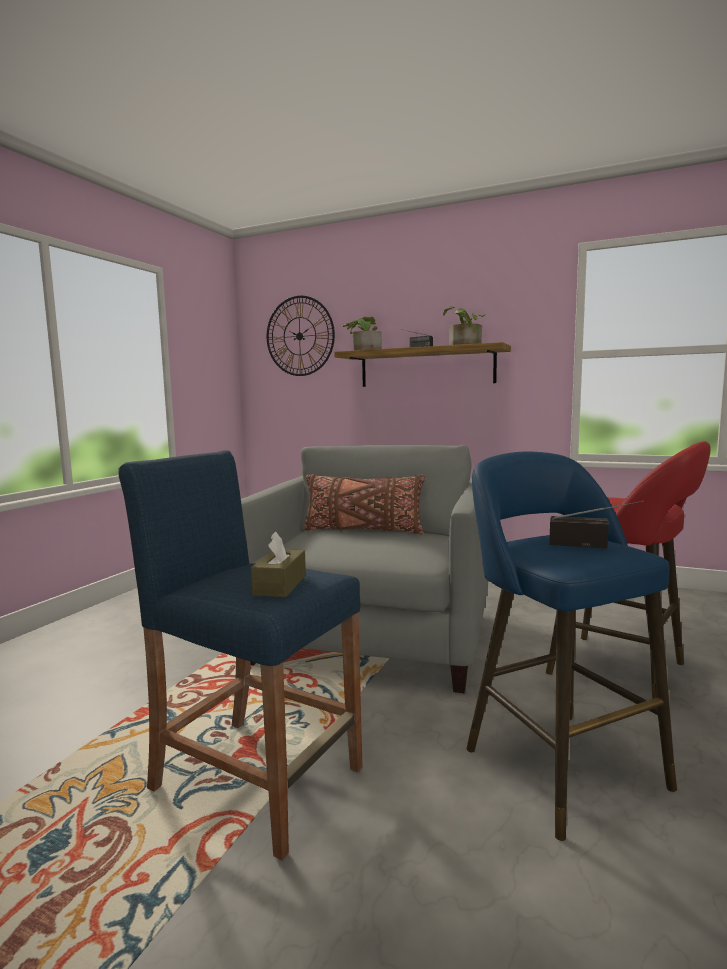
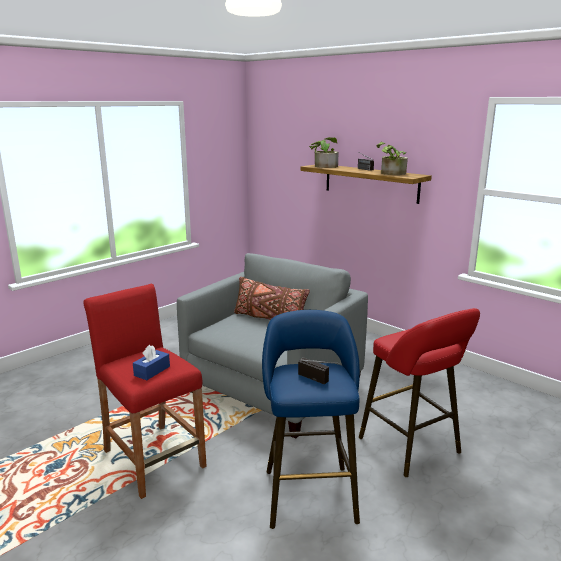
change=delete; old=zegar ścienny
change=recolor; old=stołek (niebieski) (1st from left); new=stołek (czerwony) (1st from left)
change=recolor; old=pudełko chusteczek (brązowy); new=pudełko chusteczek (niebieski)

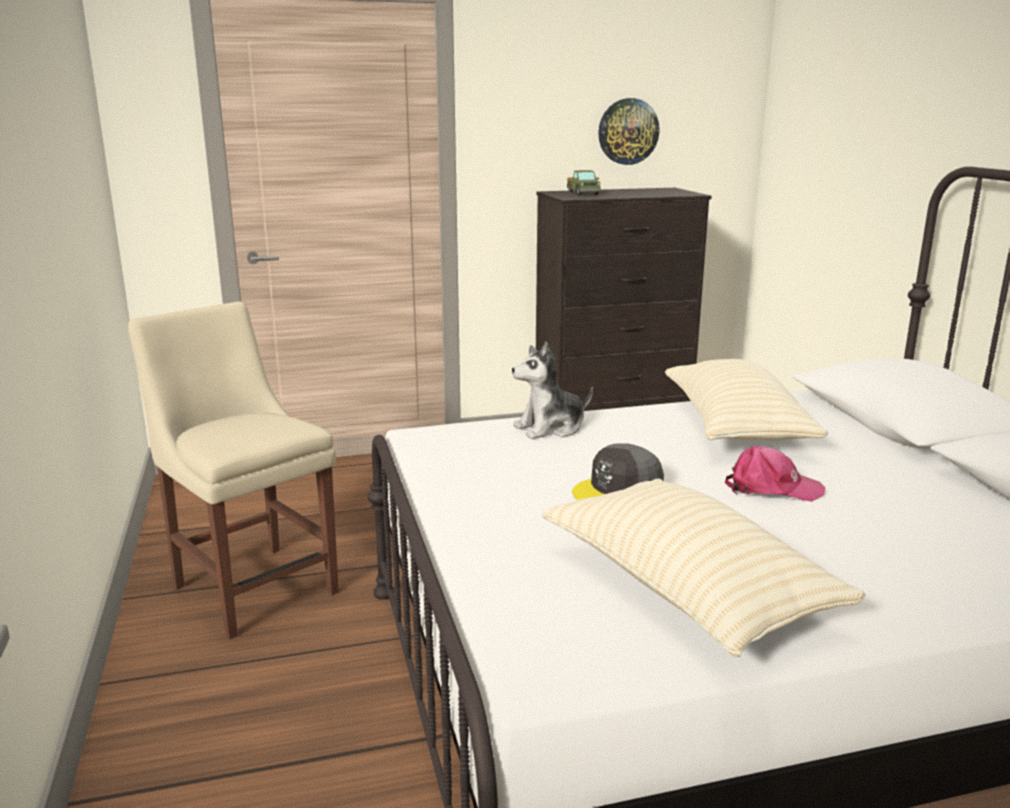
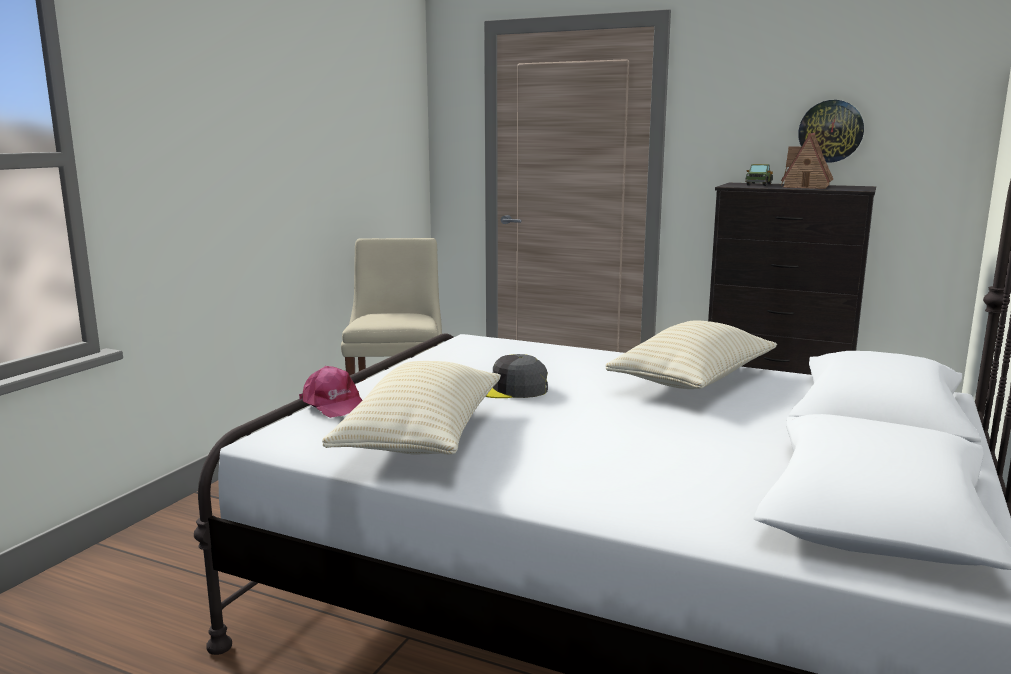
change=delete; old=pluszak
change=move; old=czapka z daszkiem (różowy)
change=insert; new=domek

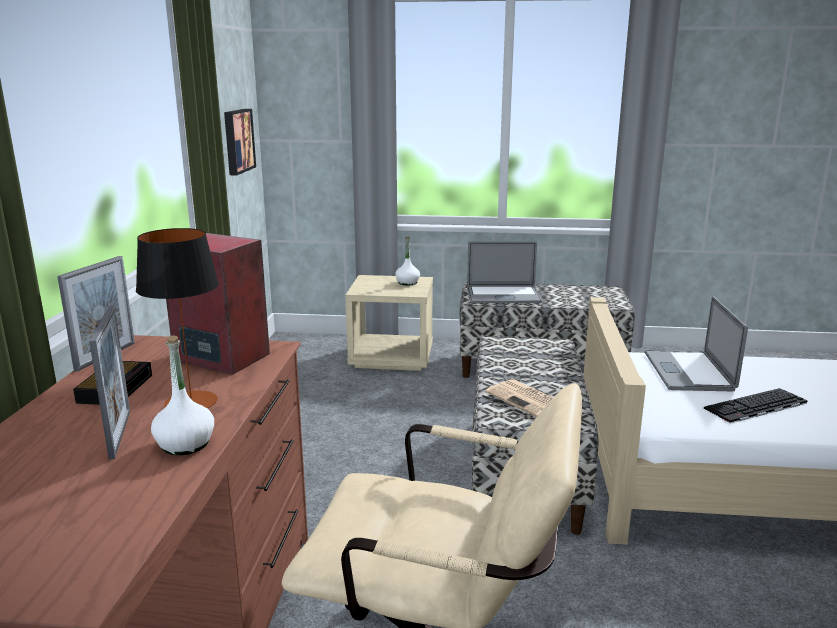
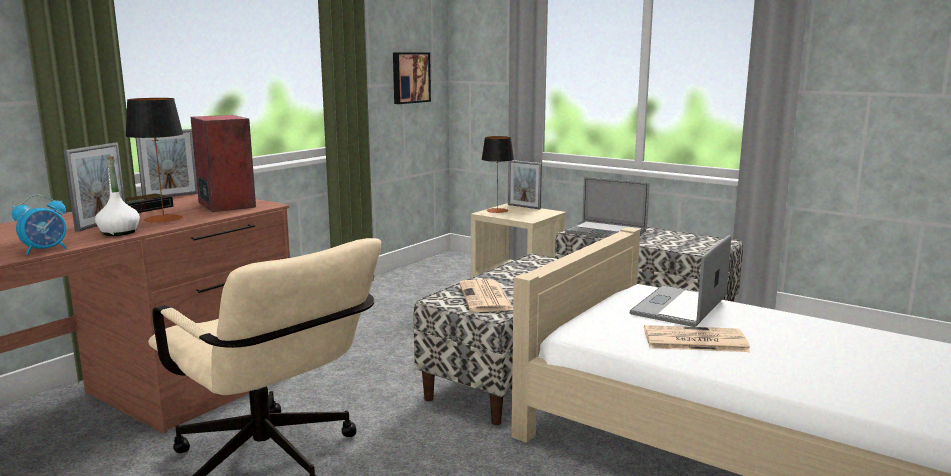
change=delete; old=butelka (biały) (2nd from left)
change=replace; old=klawiatura; new=gazeta (2nd from left)
change=insert; new=lampa stołowa (2nd from left)
change=insert; new=ramka na zdjęcie (3rd from left)
change=insert; new=budzik (1st from left)

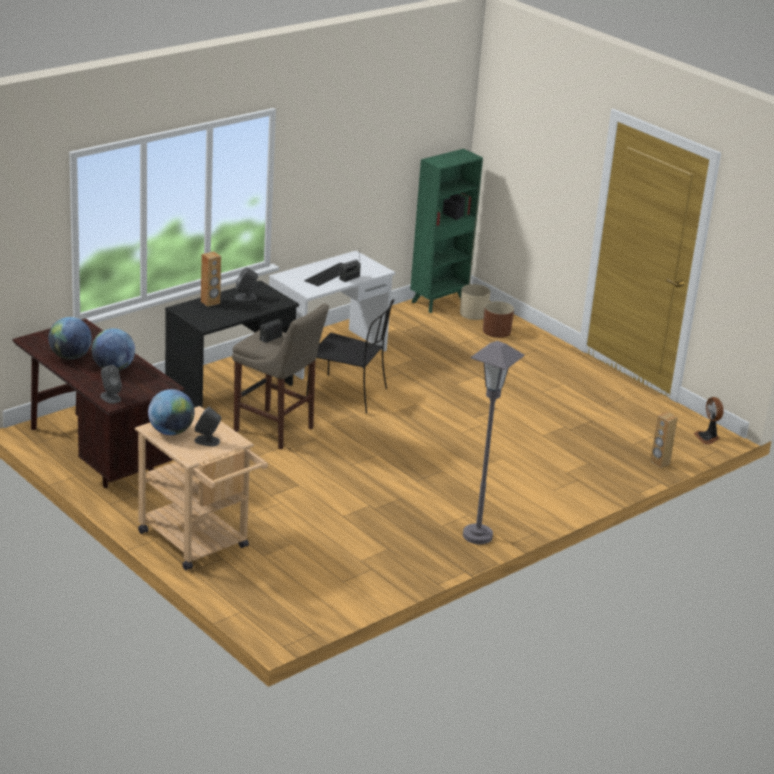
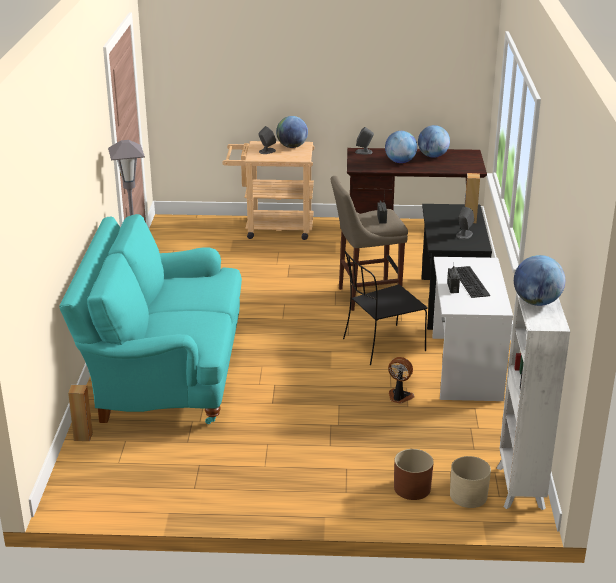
change=recolor; old=regał (zielony); new=regał (biały)
change=move; old=wentylator
change=insert; new=kanapa (turkusowy)
change=insert; new=globus (4th from left)

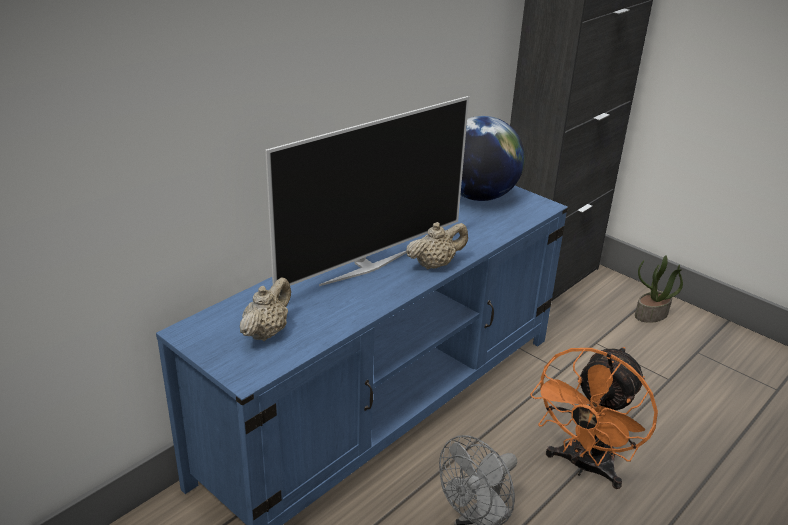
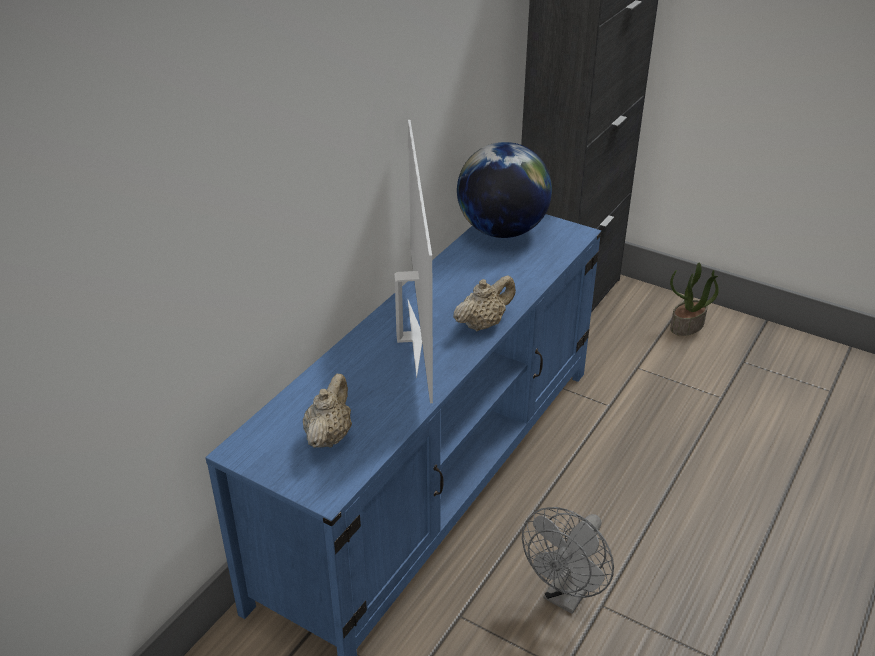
change=rotate; old=telewizor; degrees=-45
change=delete; old=wentylator (pomarańczowy)

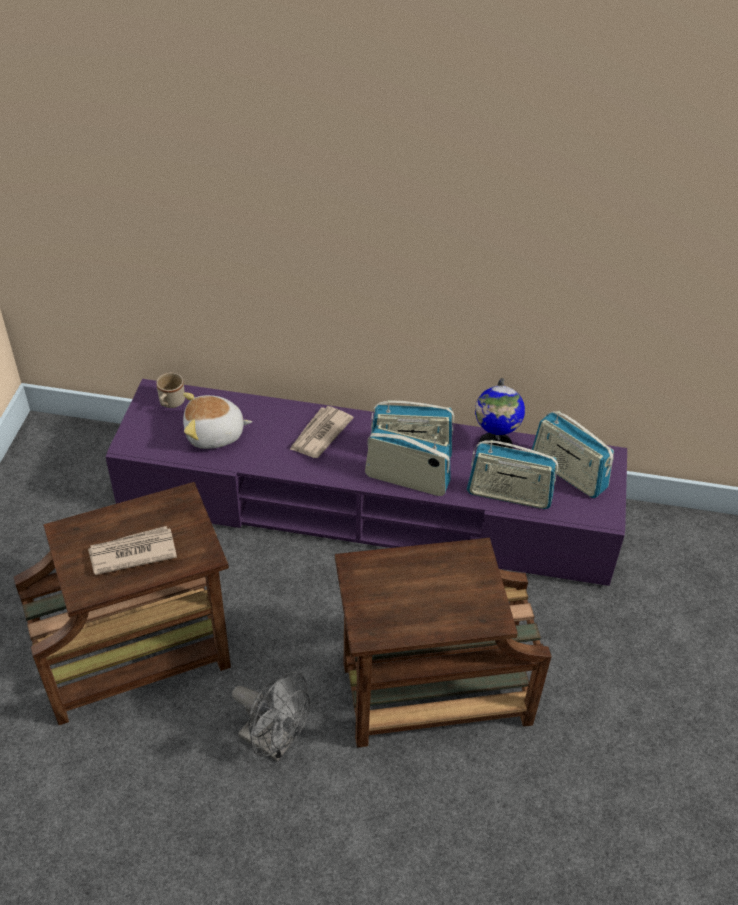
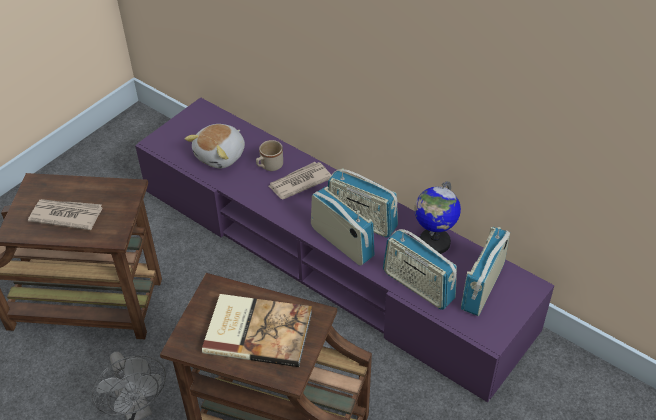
change=move; old=kubek (beżowy)
change=rotate; old=pluszak; degrees=-75
change=rotate; old=radio (4th from left); degrees=45
change=insert; new=książka

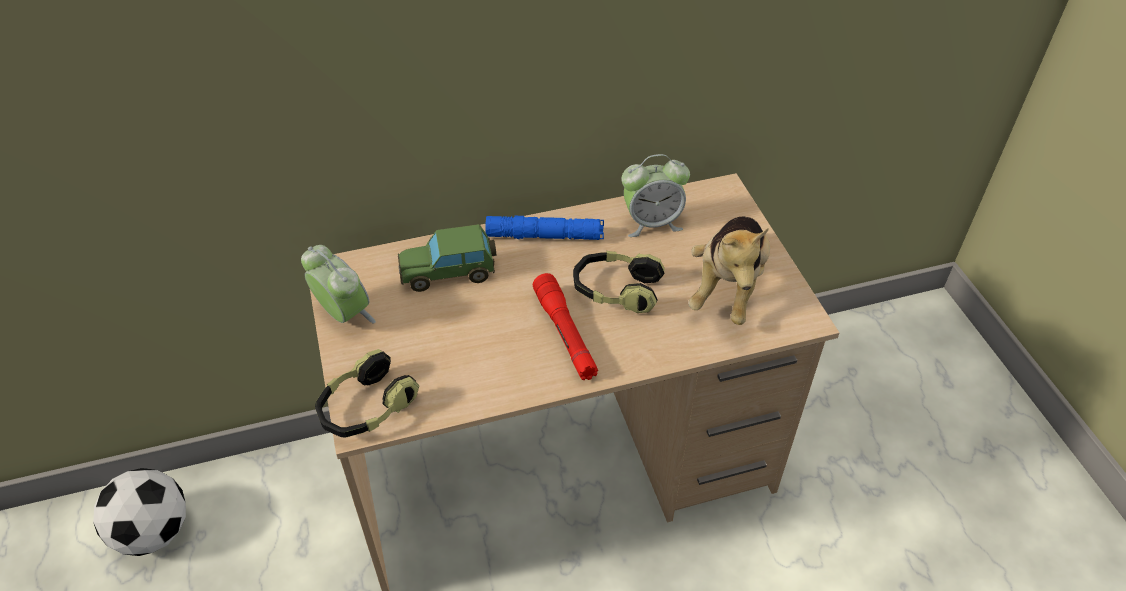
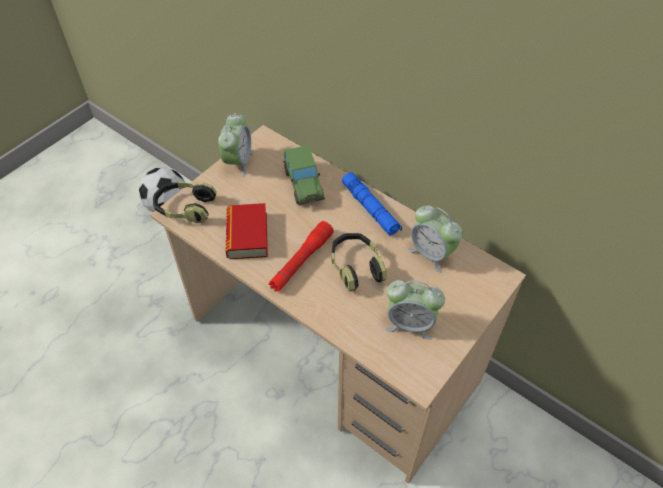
change=replace; old=pluszak; new=budzik (2nd from left)
change=rotate; old=samochodzik; degrees=-150
change=insert; new=książka

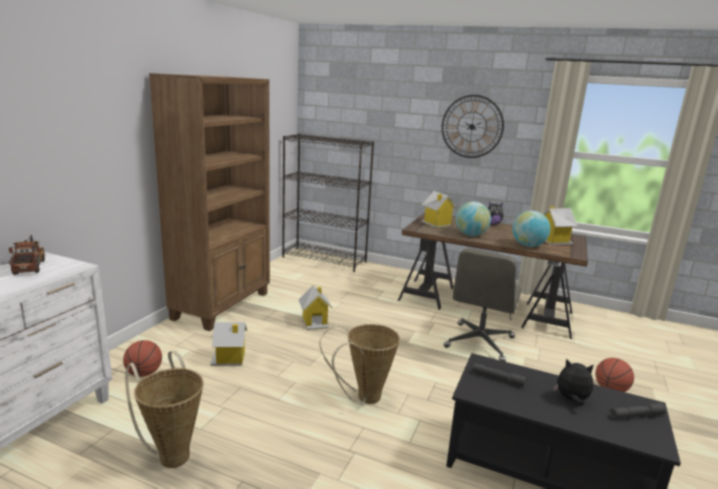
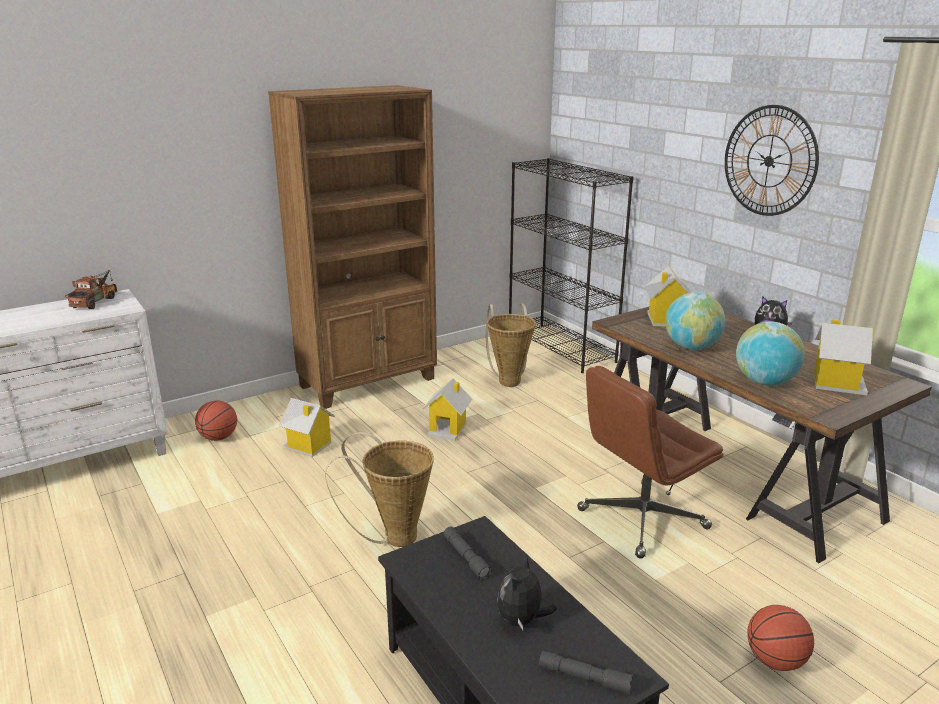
change=recolor; old=krzesło biurowe (szary); new=krzesło biurowe (brązowy)
change=move; old=koszyk (1st from left in the first image); new=koszyk (2nd from left)
change=rotate; old=pluszak (2nd from left in the first image); degrees=-120

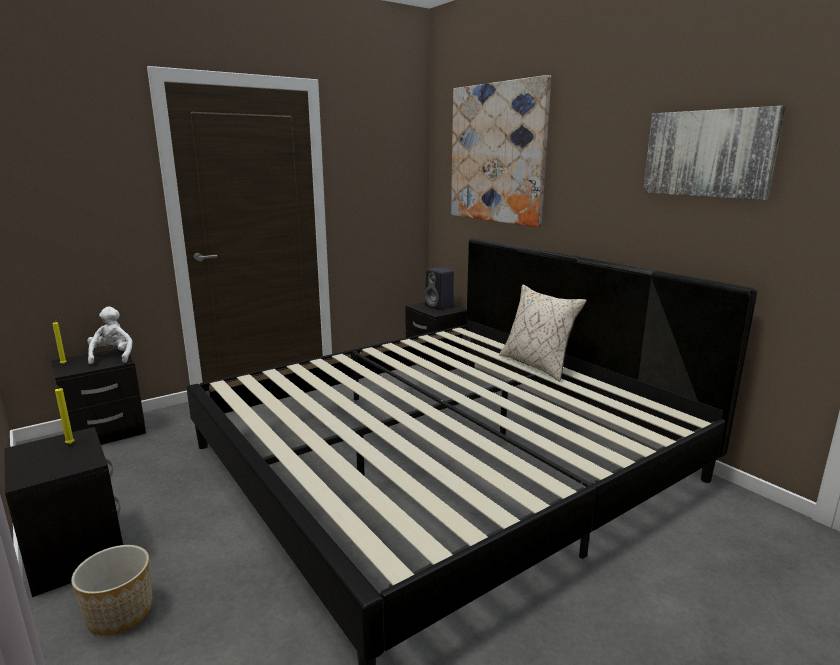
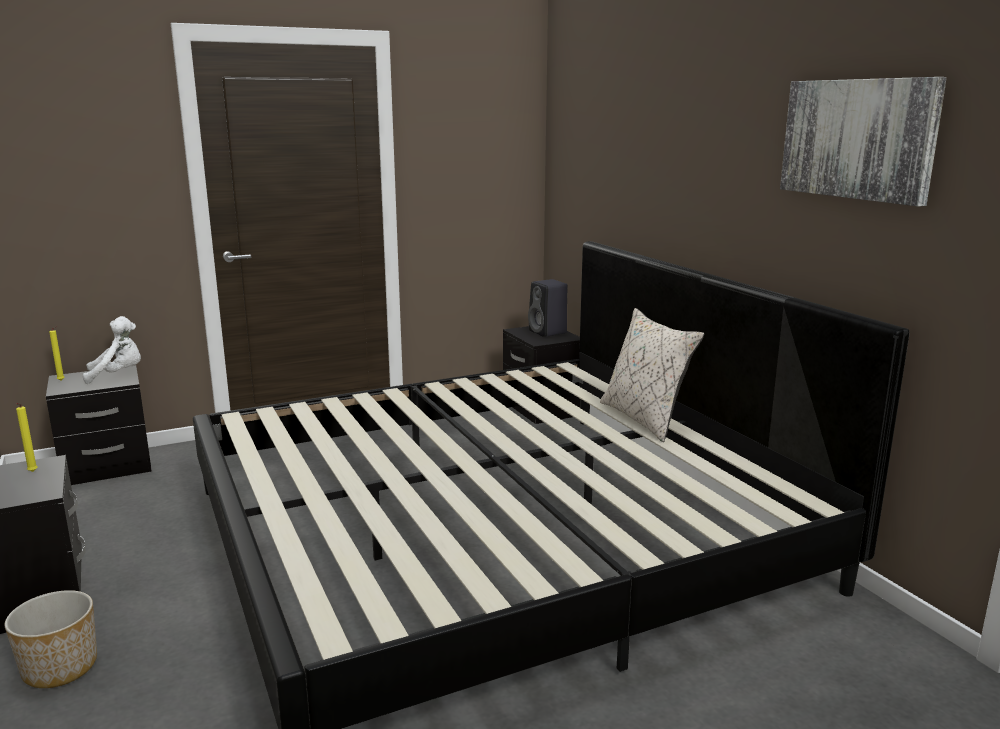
change=delete; old=obraz (1st from left)
change=rotate; old=pluszak (biały); degrees=75

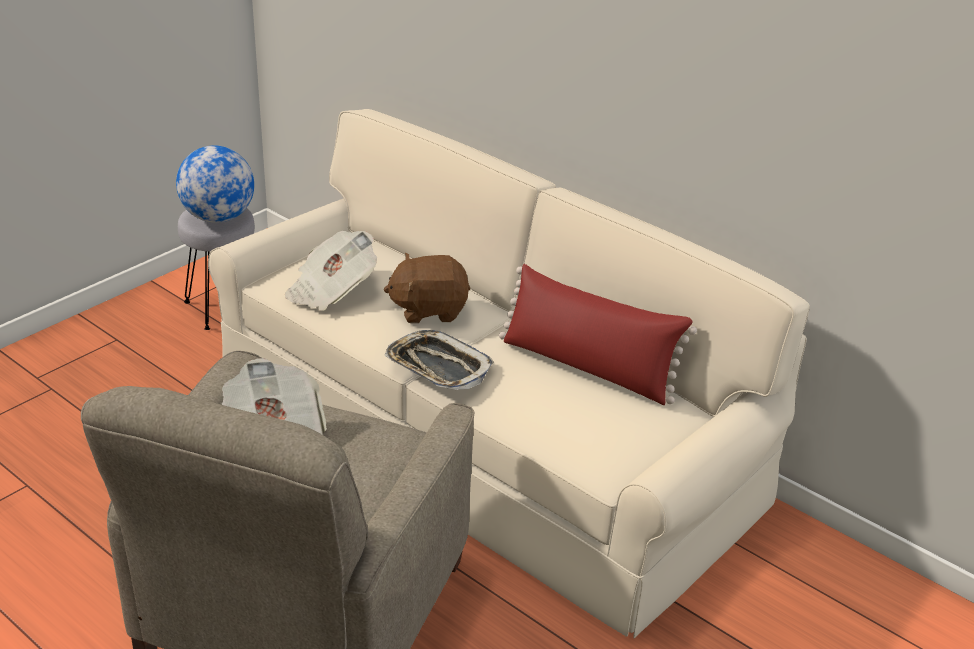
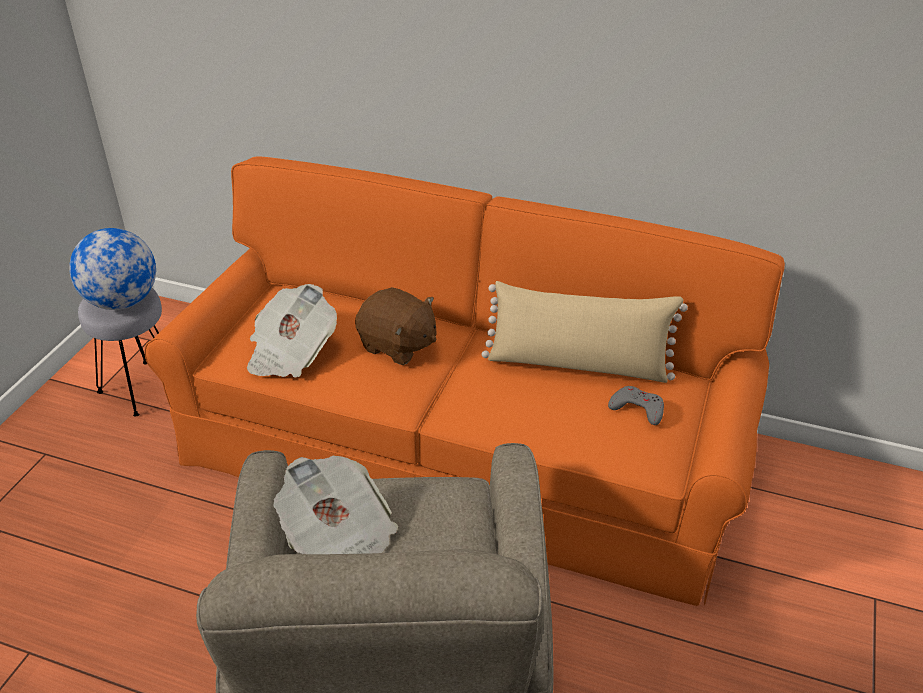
change=recolor; old=kanapa (beżowy); new=kanapa (pomarańczowy)
change=rotate; old=pluszak (brązowy); degrees=-120
change=recolor; old=poduszka (czerwony); new=poduszka (beżowy)
change=delete; old=taca
change=insert; new=pad do gier (szary)

